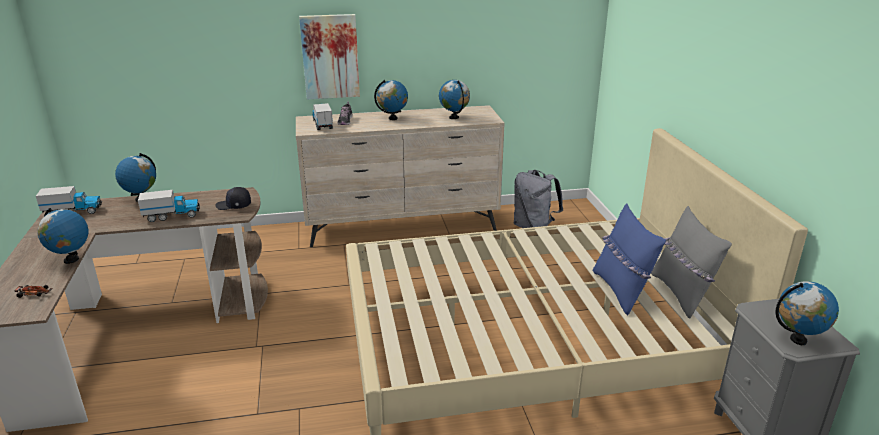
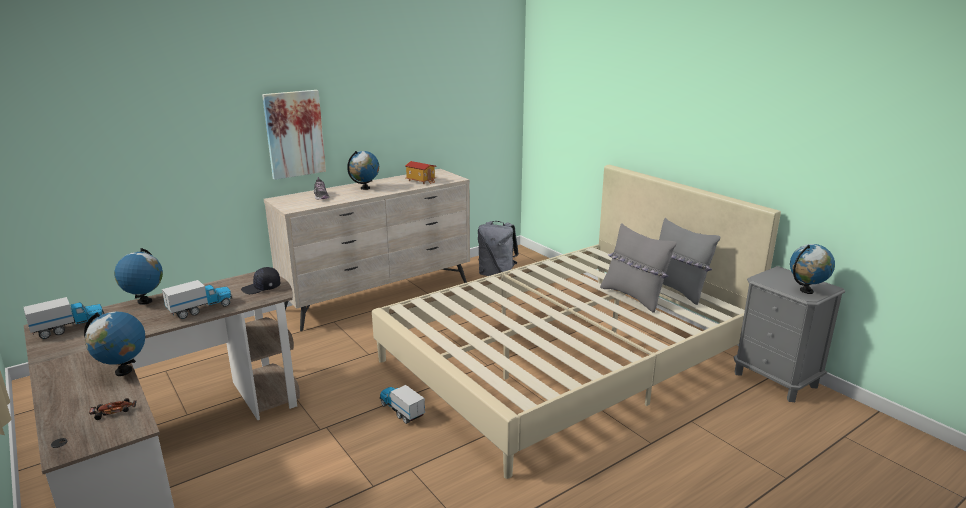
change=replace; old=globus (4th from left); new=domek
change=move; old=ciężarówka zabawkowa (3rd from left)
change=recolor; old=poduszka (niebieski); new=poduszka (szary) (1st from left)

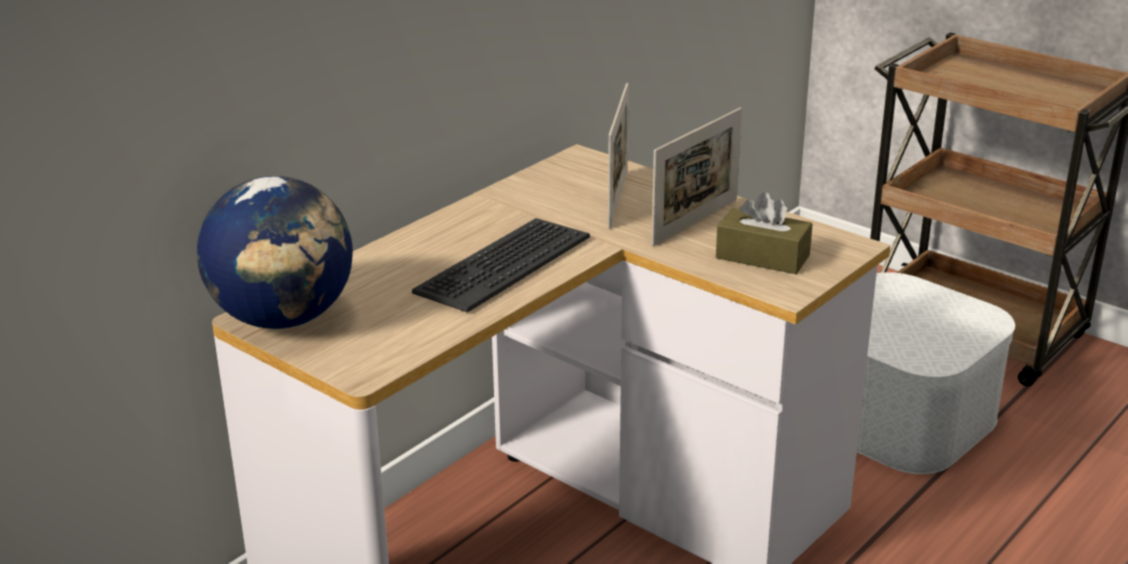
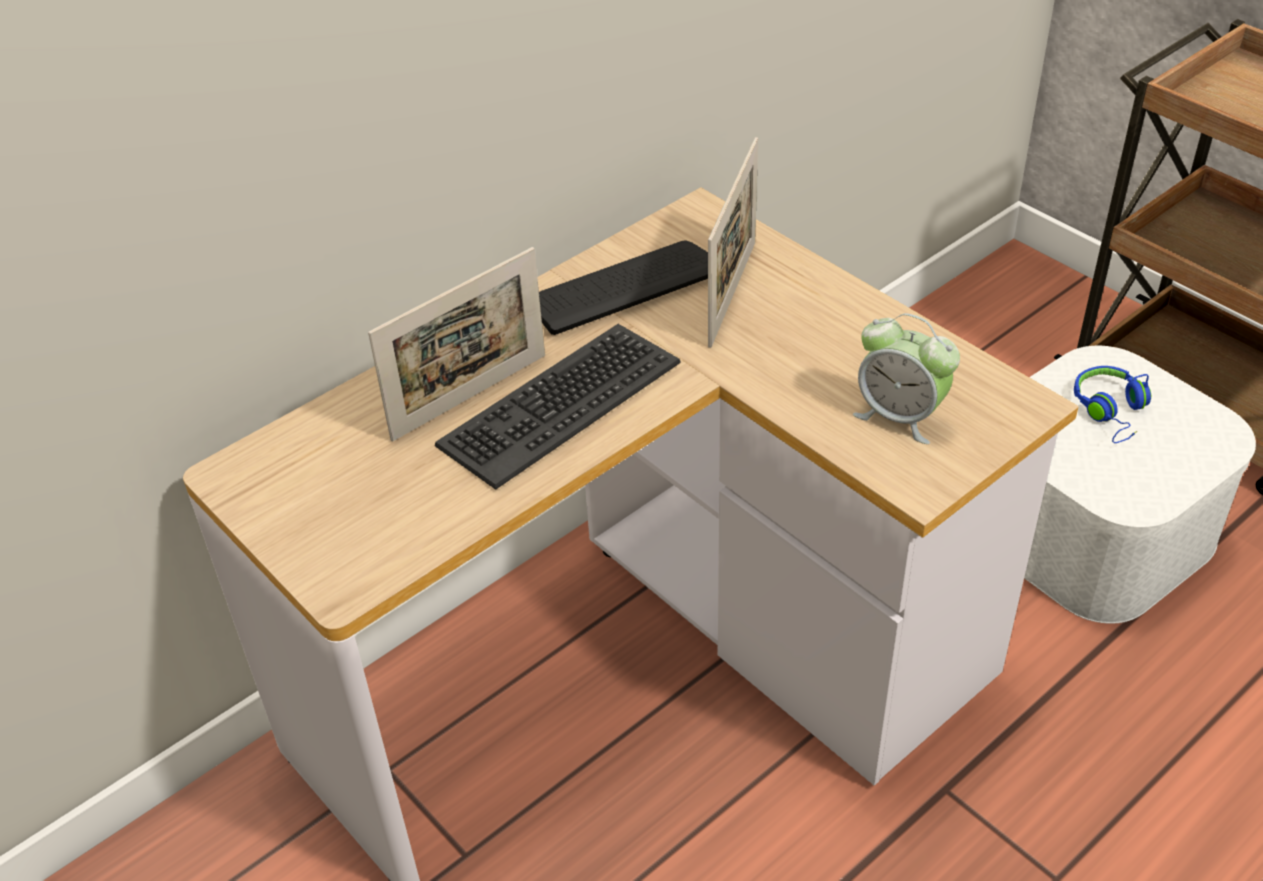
change=move; old=ramka na zdjęcie (2nd from left in the first image); new=ramka na zdjęcie (1st from left)
change=delete; old=globus
change=replace; old=pudełko chusteczek (brązowy); new=budzik
change=insert; new=klawiatura (2nd from left)
change=insert; new=słuchawki (niebieski)

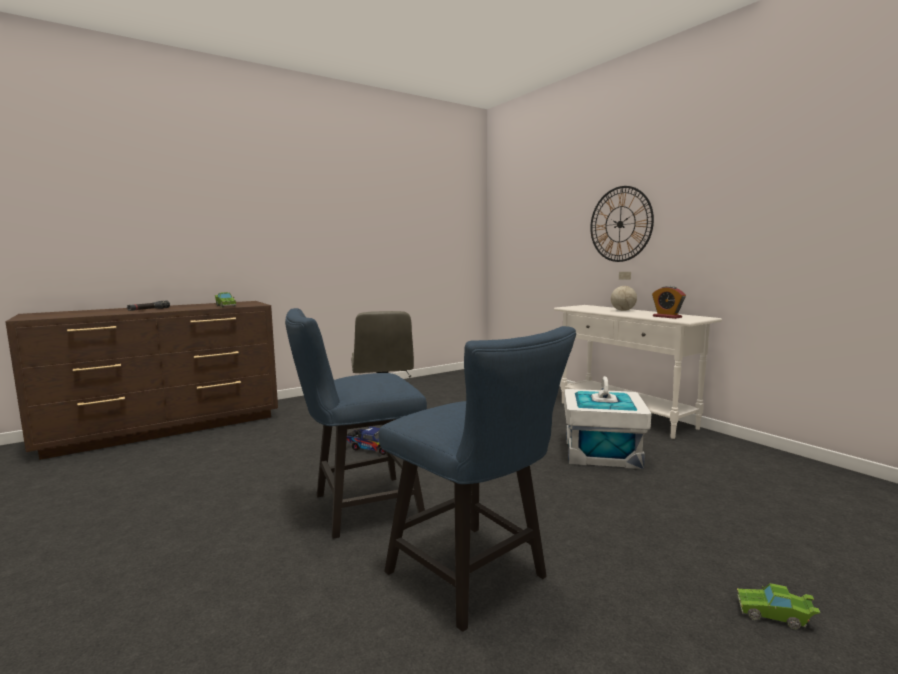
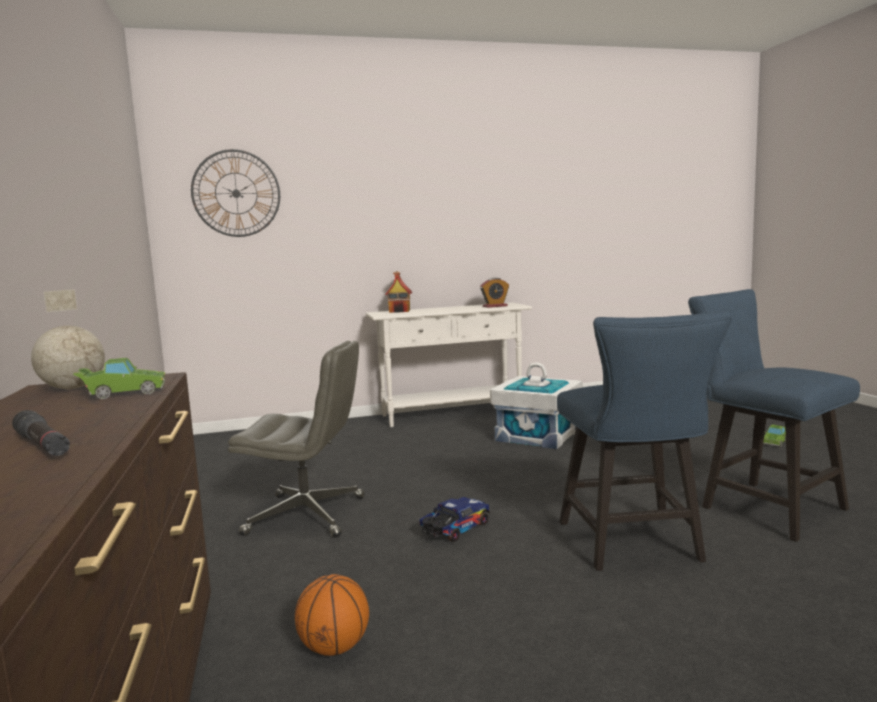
change=move; old=zegar ścienny
change=move; old=globus
change=rotate; old=krzesło (niebieski) (2nd from left); degrees=-105
change=insert; new=domek
change=insert; new=piłka do koszykówki

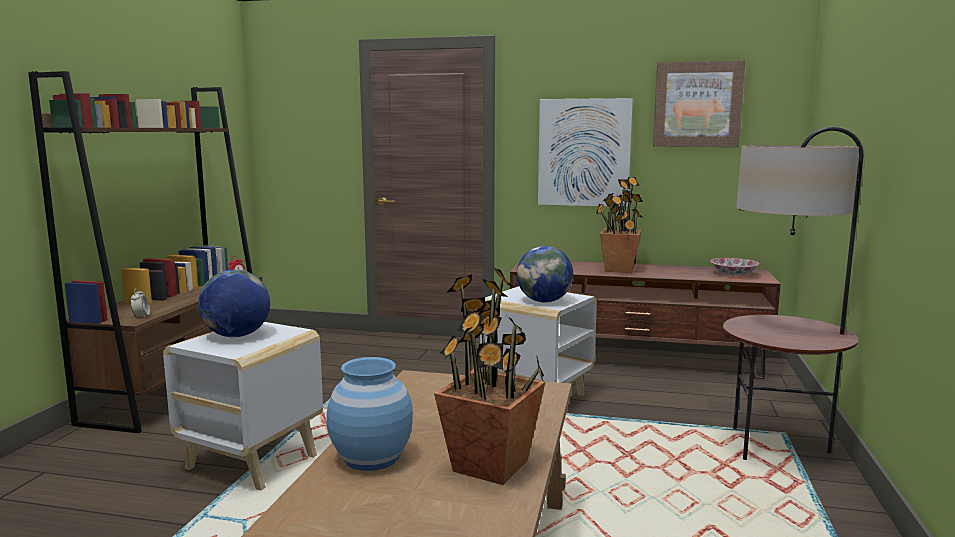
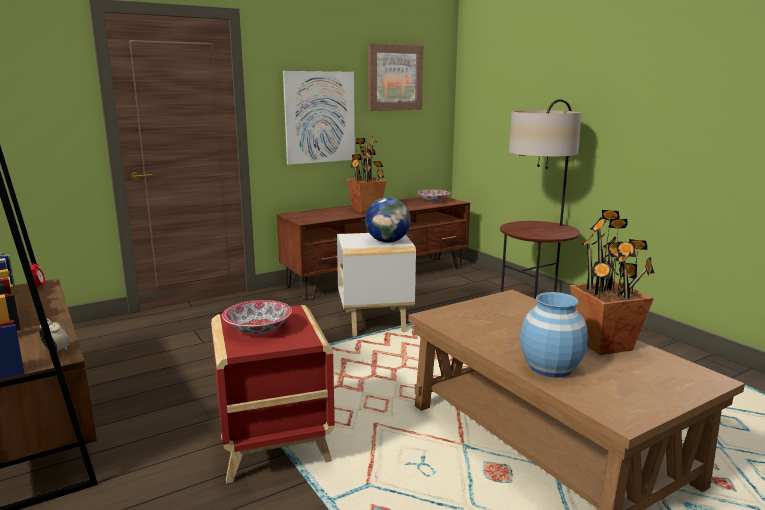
change=replace; old=globus (1st from left); new=miska (1st from left)
change=recolor; old=stolik (biały) (1st from left); new=stolik (czerwony)

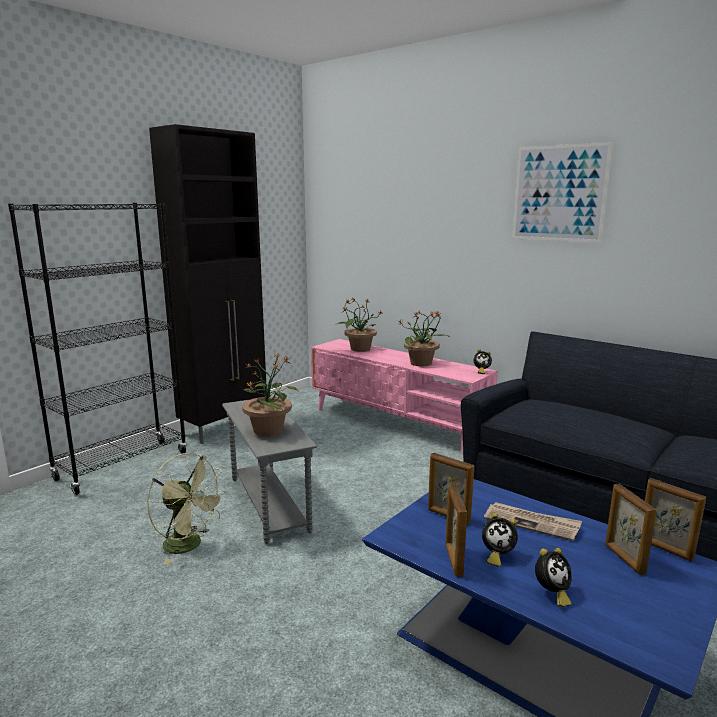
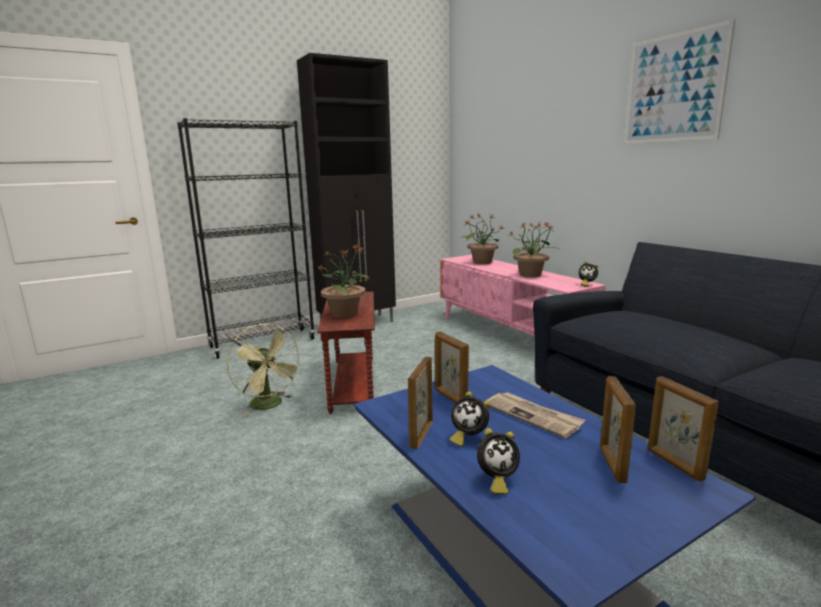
change=recolor; old=stolik (szary); new=stolik (brązowy)

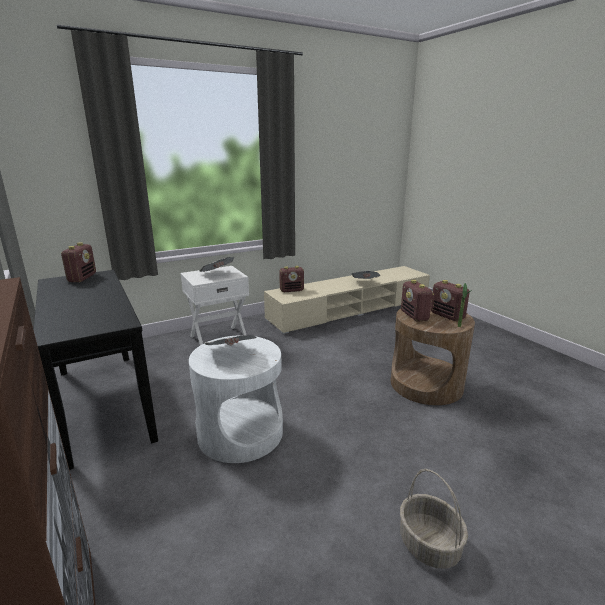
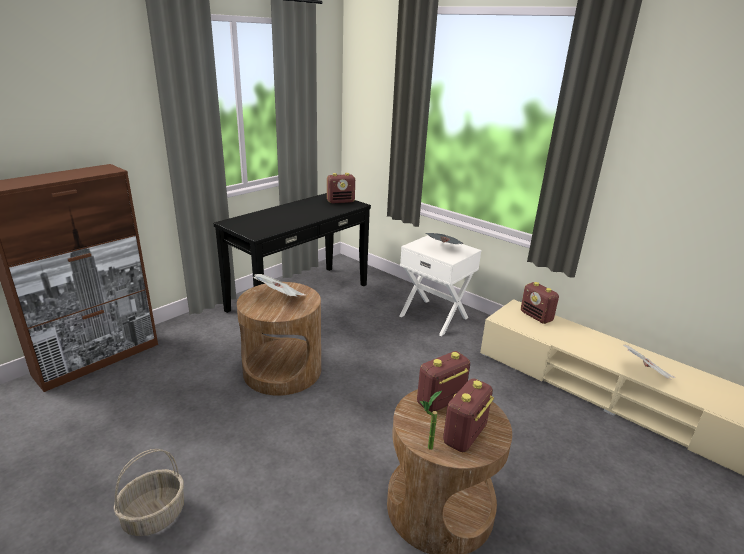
change=recolor; old=stolik (biały); new=stolik (brązowy) (1st from left)

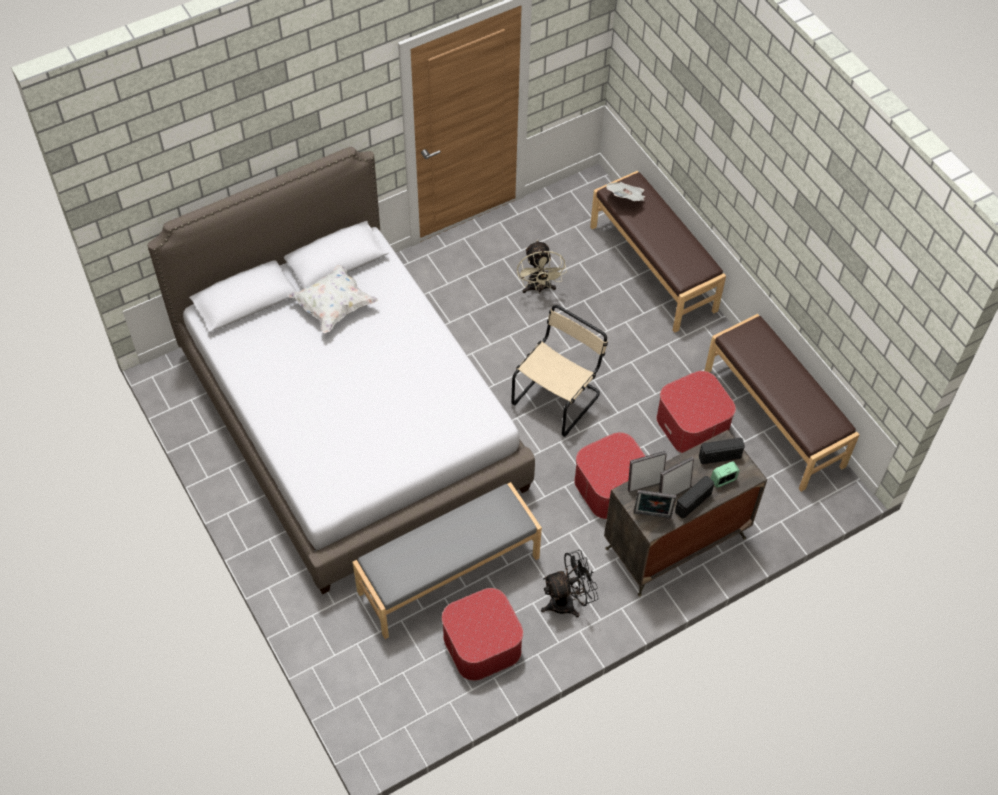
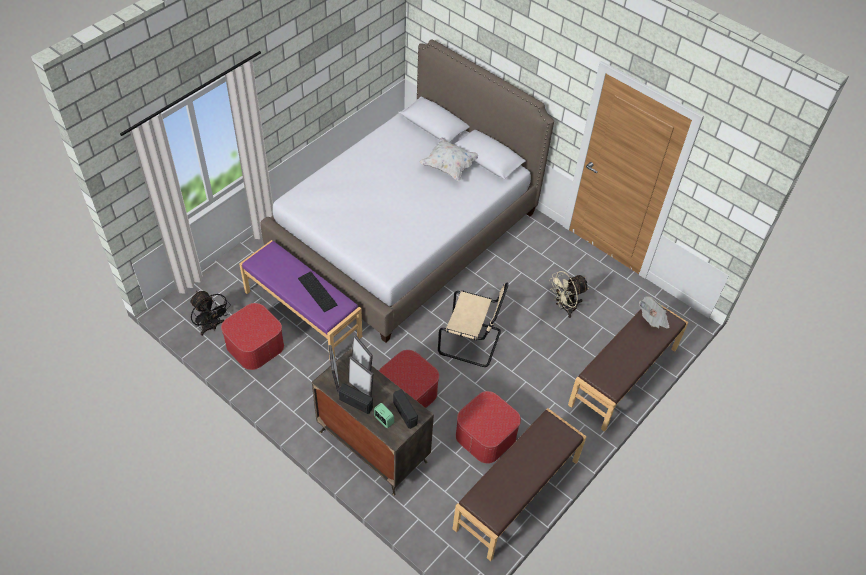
change=recolor; old=ławka (szary); new=ławka (fioletowy)
change=move; old=wentylator (czarny)
change=insert; new=klawiatura

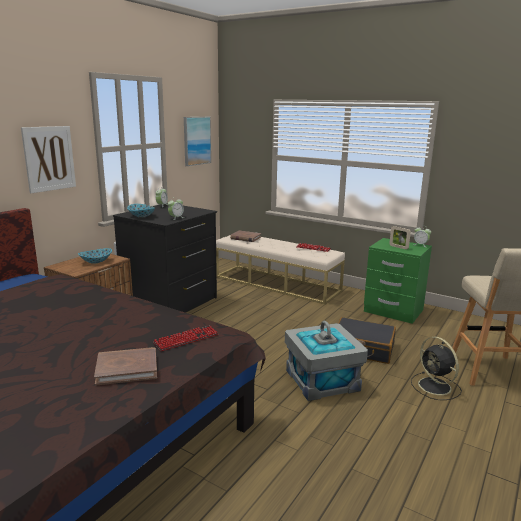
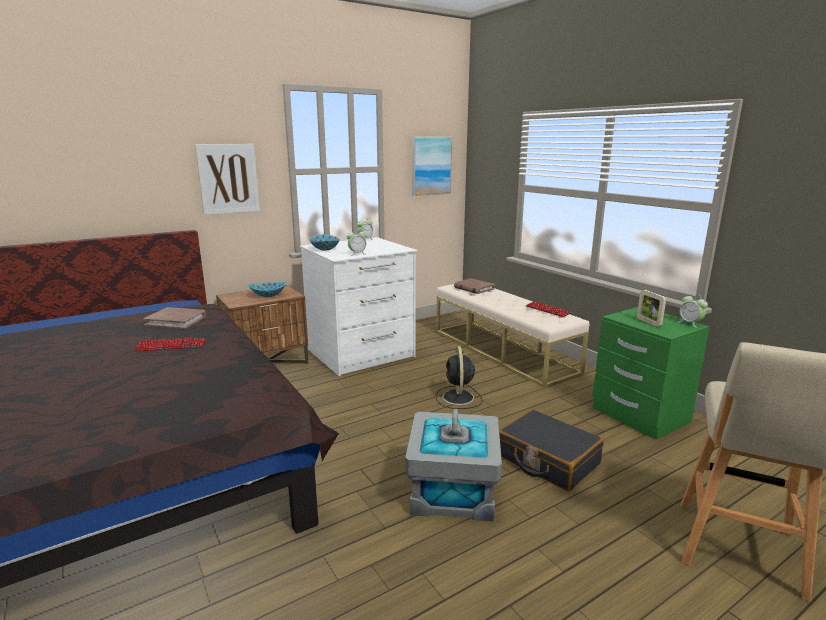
change=recolor; old=komoda (czarny); new=komoda (biały)
change=move; old=klawiatura (1st from left)
change=move; old=wentylator (czarny)
change=move; old=książka (brązowy) (1st from left)

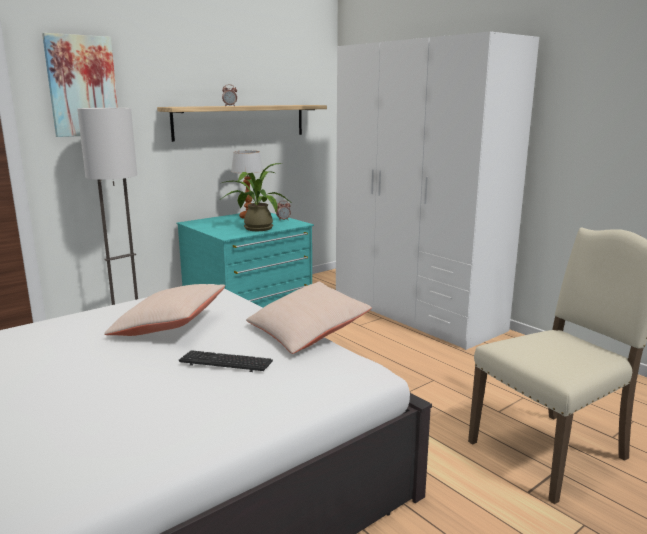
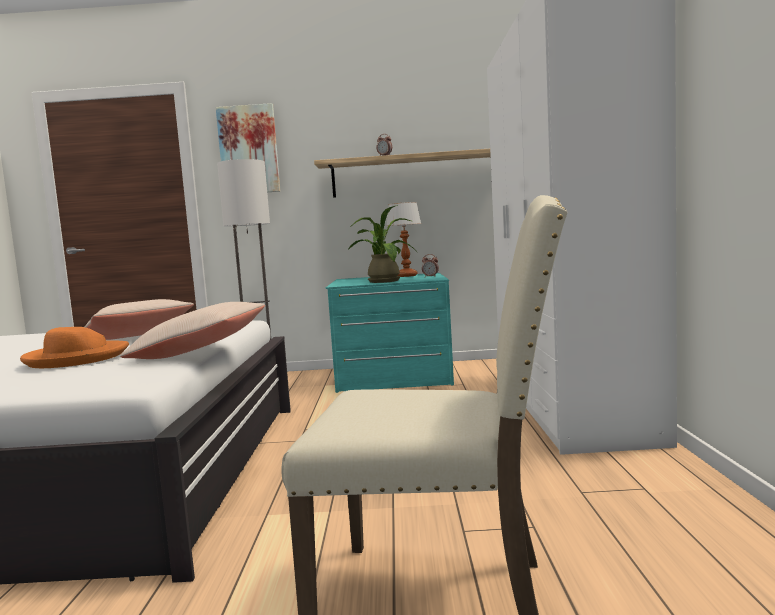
change=replace; old=klawiatura; new=kapelusz (pomarańczowy)

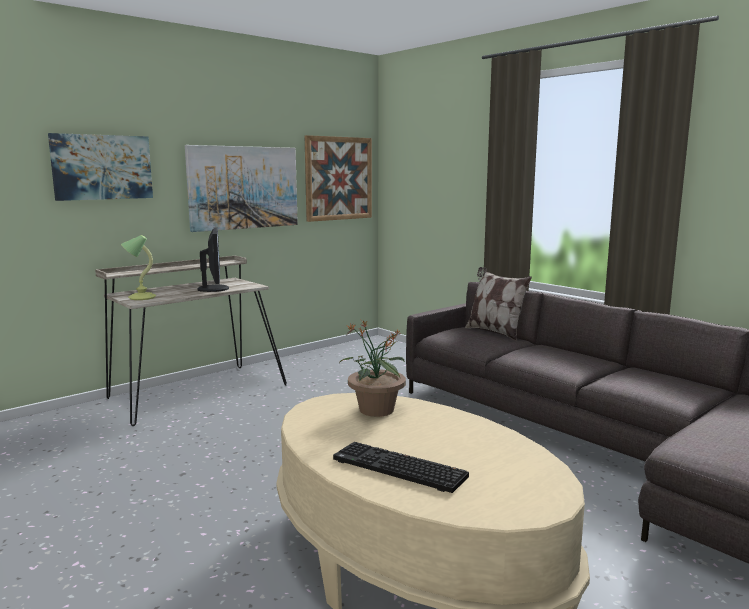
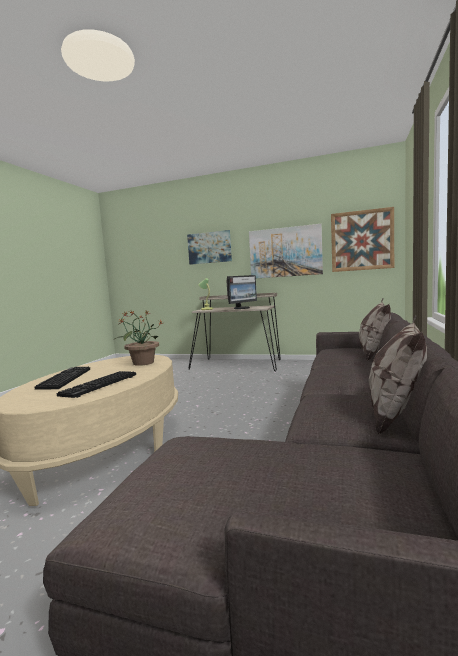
change=insert; new=poduszka (2nd from left)
change=insert; new=klawiatura (2nd from left)

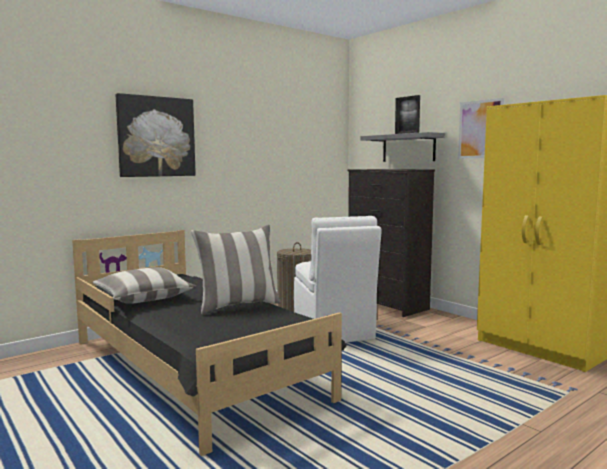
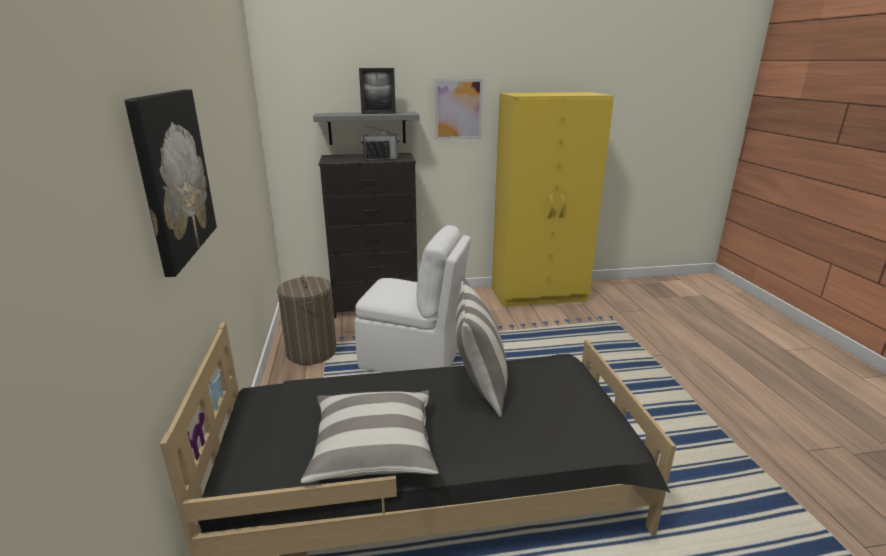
change=insert; new=radio

